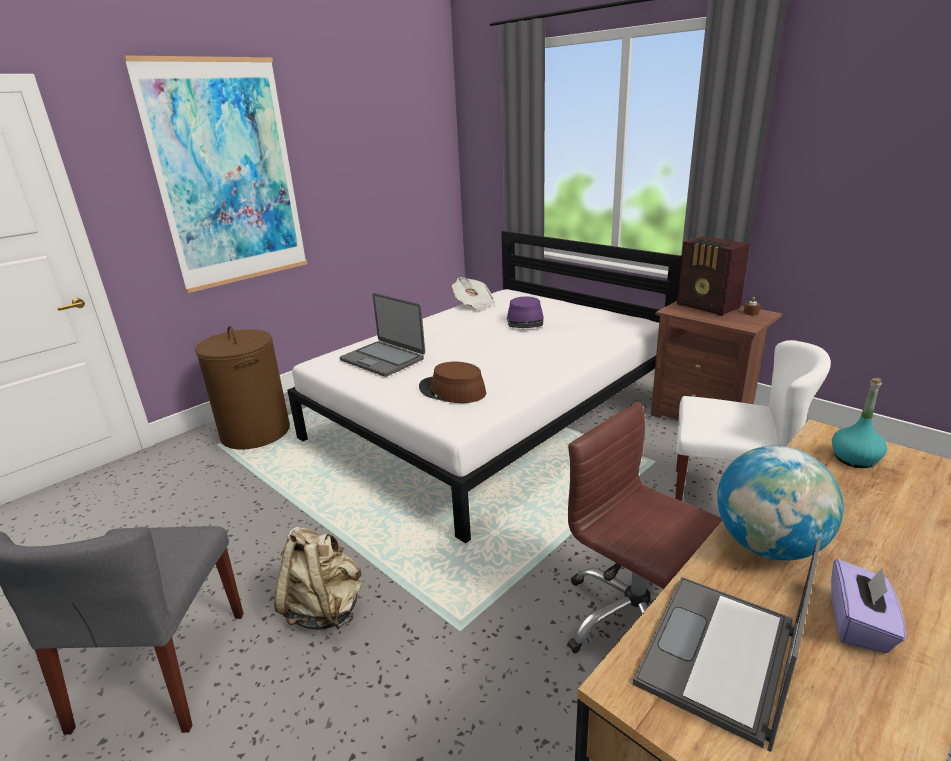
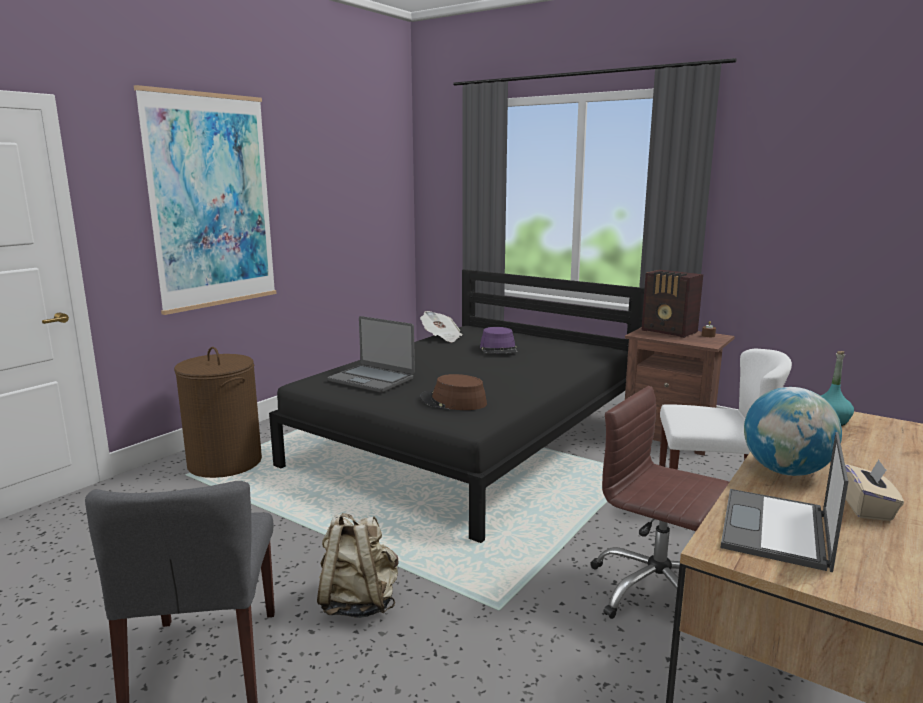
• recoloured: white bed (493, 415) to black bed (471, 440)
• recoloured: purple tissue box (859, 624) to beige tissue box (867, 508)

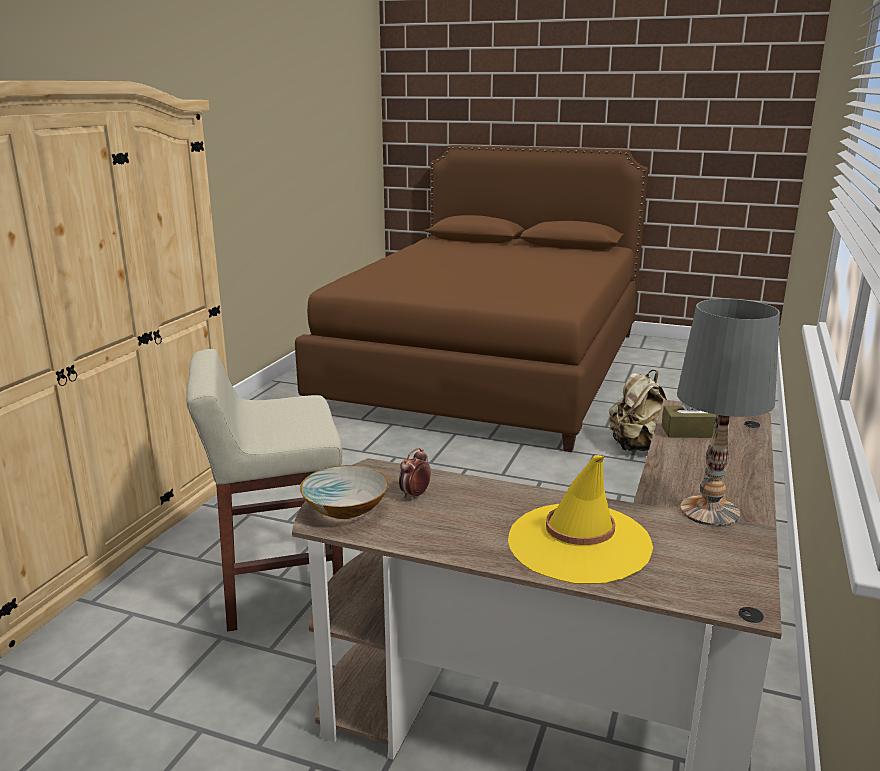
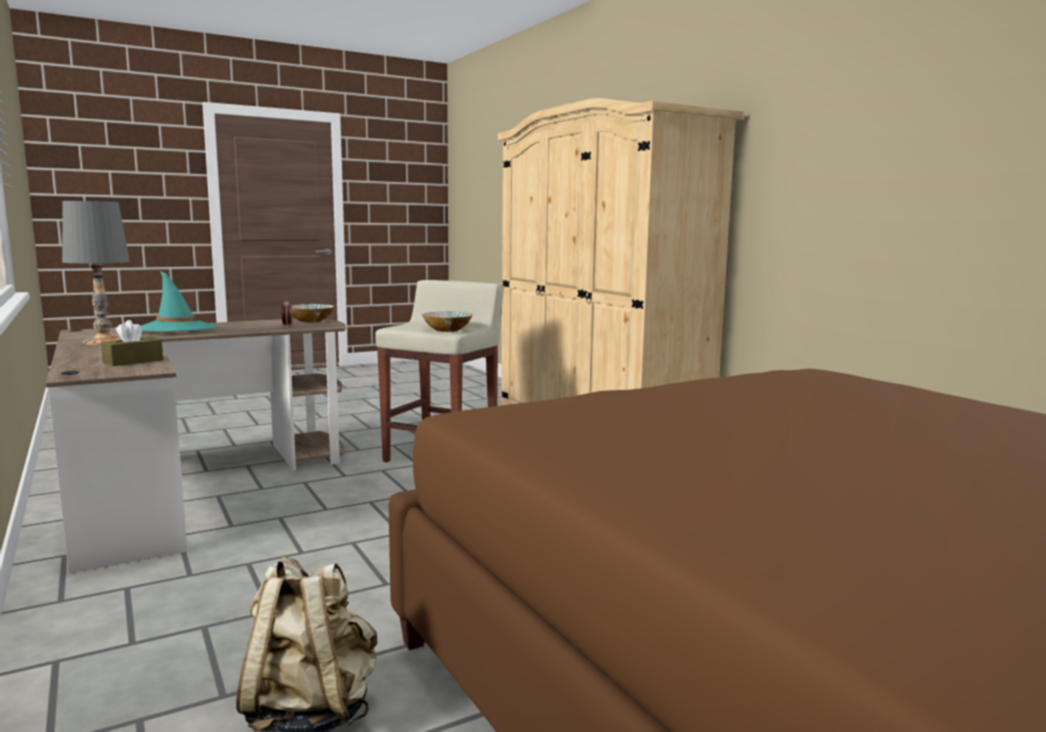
• recoloured: yellow hat (579, 543) to turquoise hat (177, 329)
• added: bowl (447, 330)

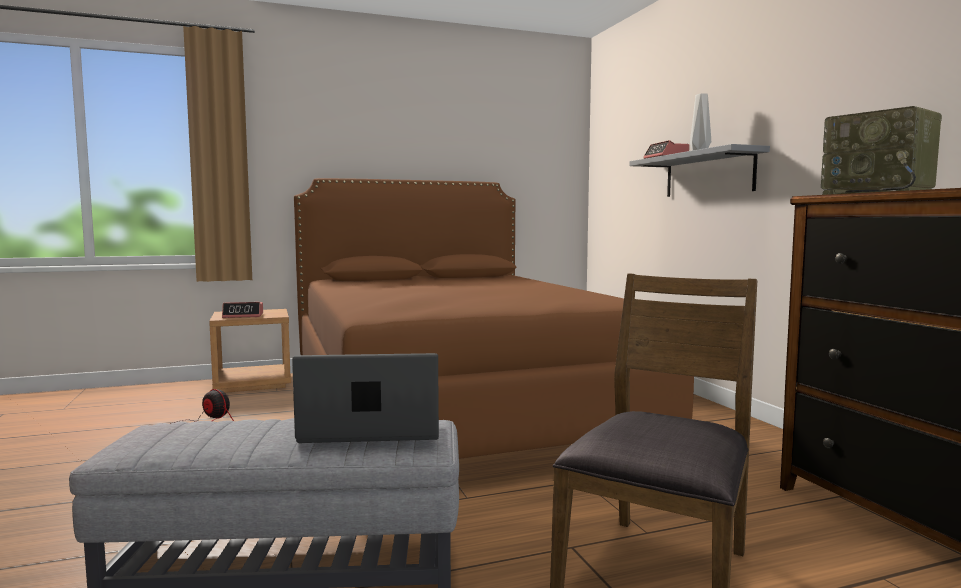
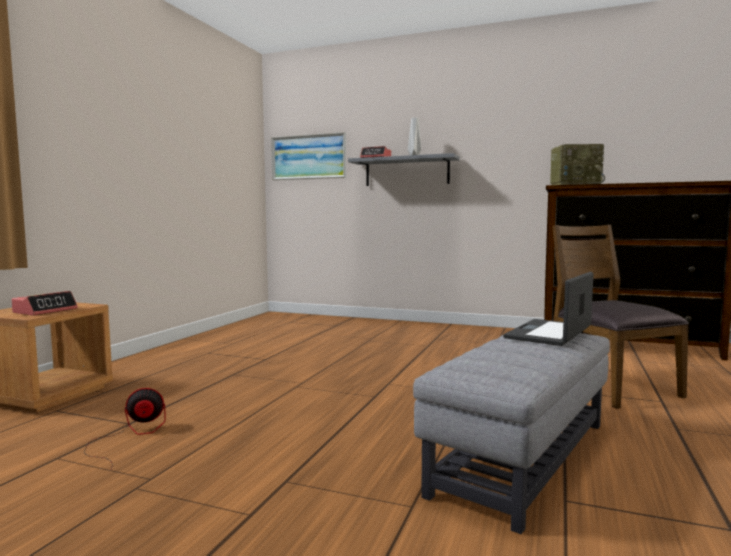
• removed: brown bed (454, 405)
• added: picture (308, 157)

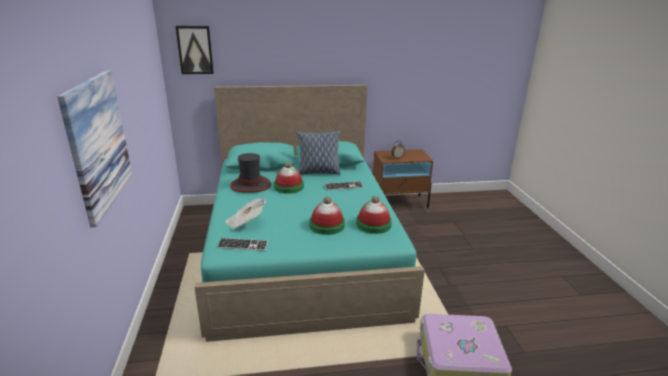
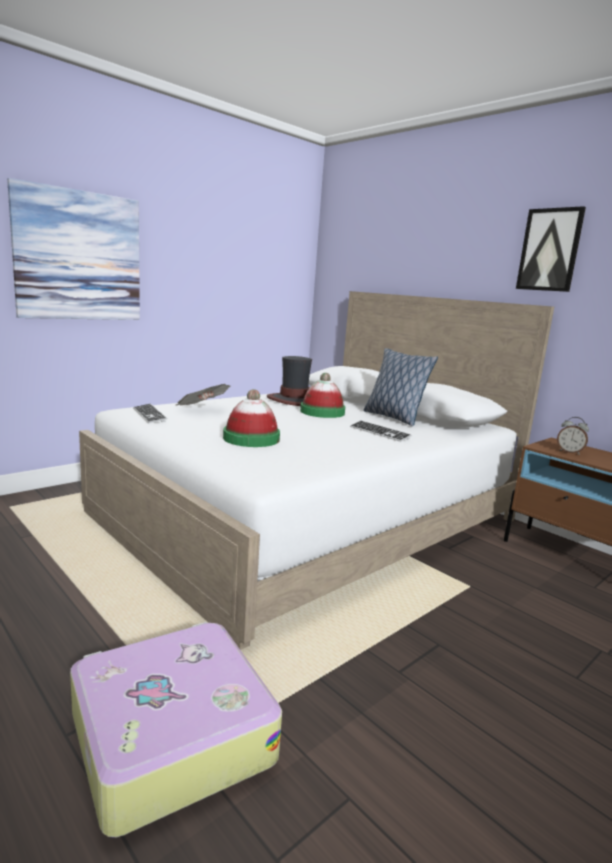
• moved: picture (195, 50) to (550, 250)
• recoloured: turquoise bed (303, 251) to white bed (310, 516)
• removed: hat (373, 224)

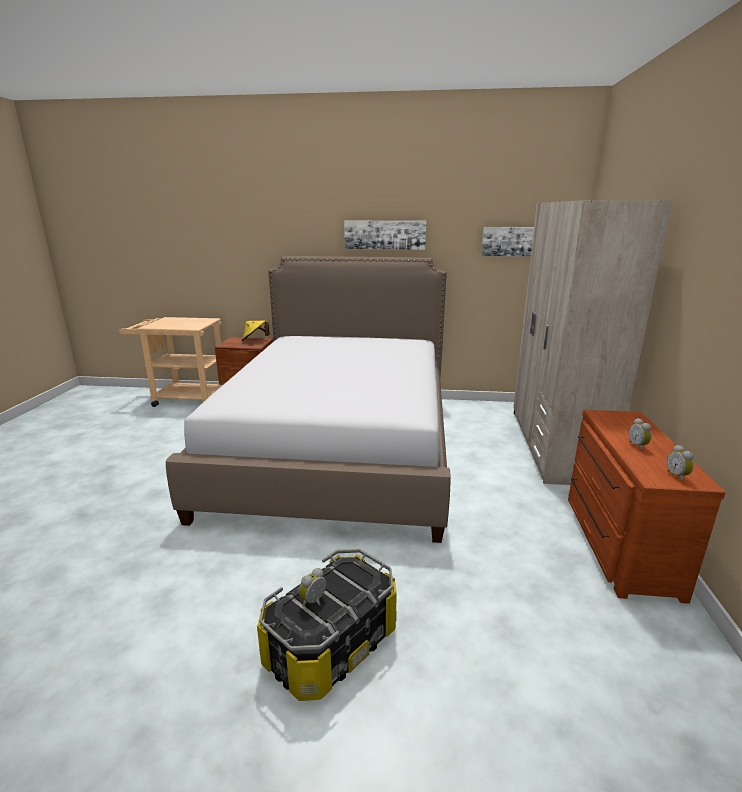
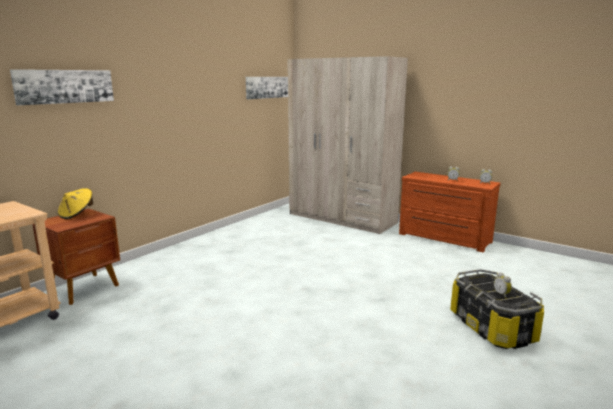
• moved: picture (385, 235) to (65, 86)
• removed: bed (339, 448)

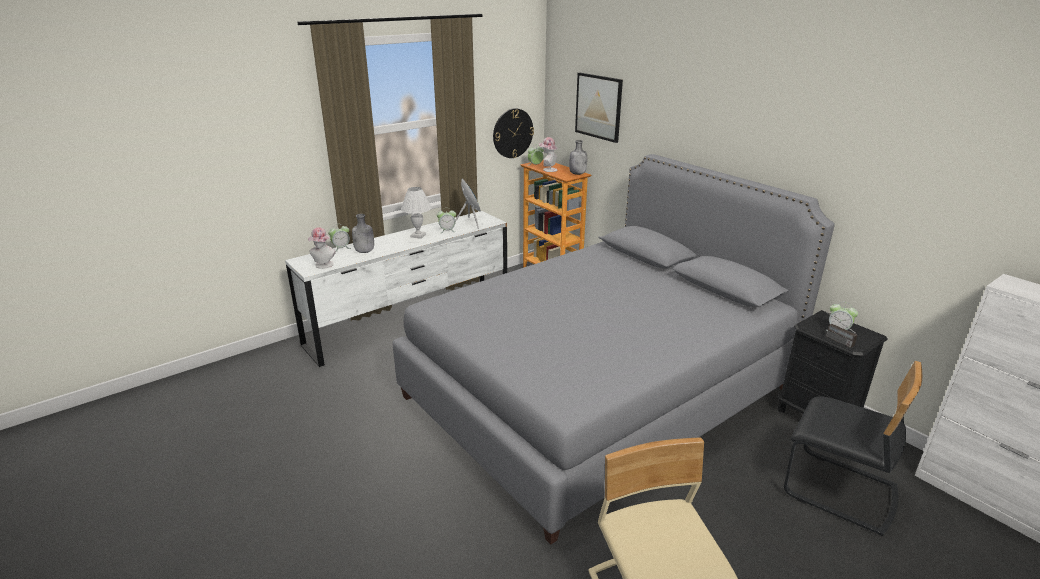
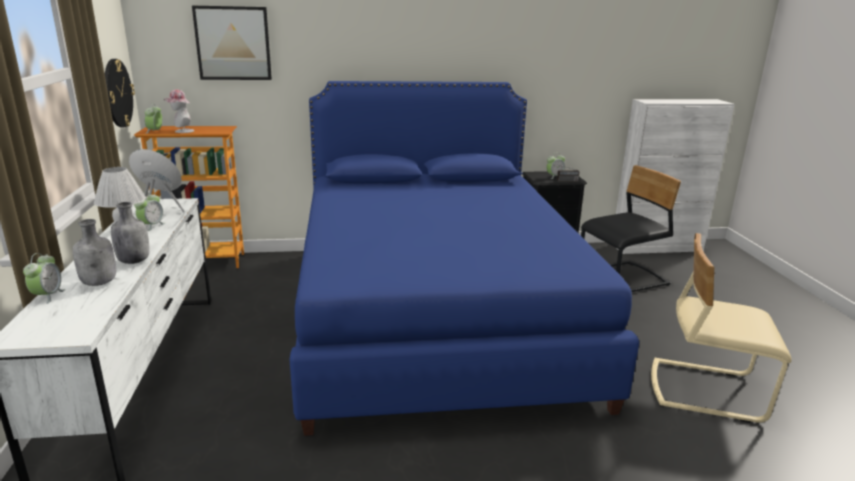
• moved: grey bottle (577, 174) to (134, 261)
• recoloured: grey bed (598, 392) to blue bed (435, 315)
• removed: hat (323, 266)

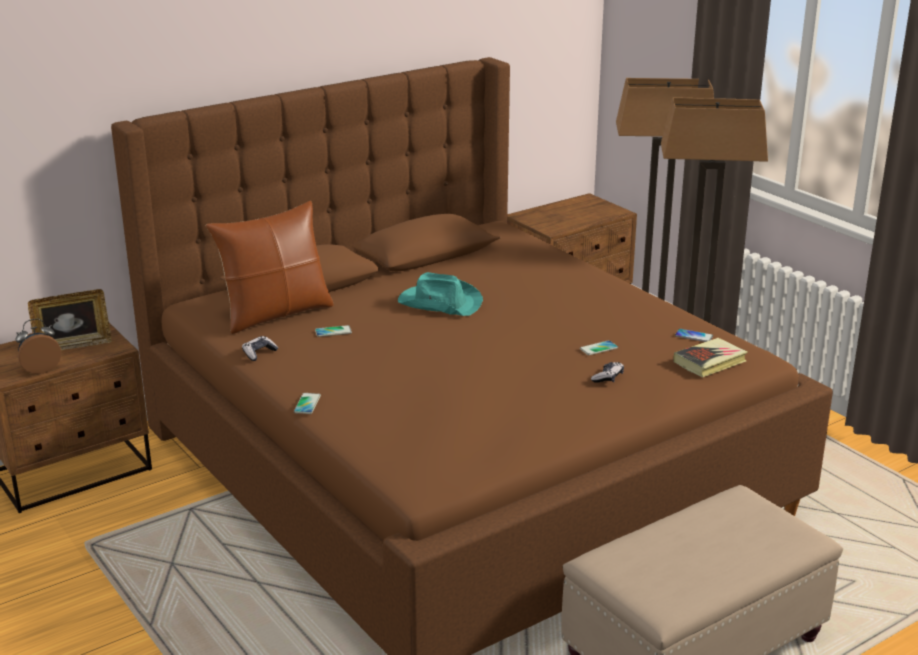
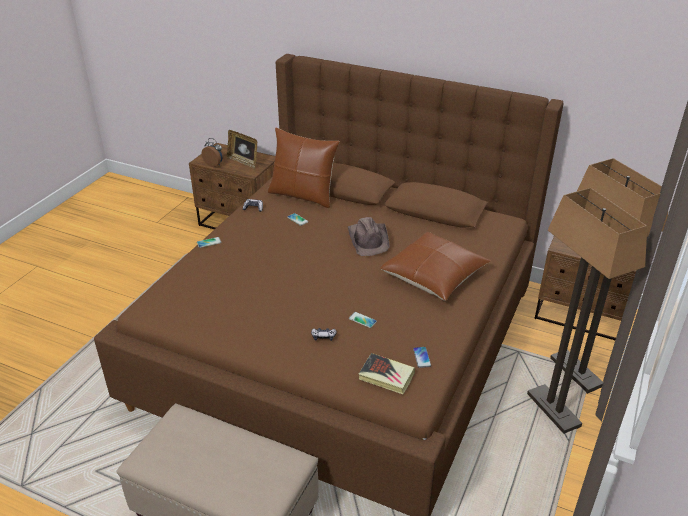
• recoloured: turquoise hat (439, 302) to brown hat (369, 239)
• added: brown pillow (434, 276)

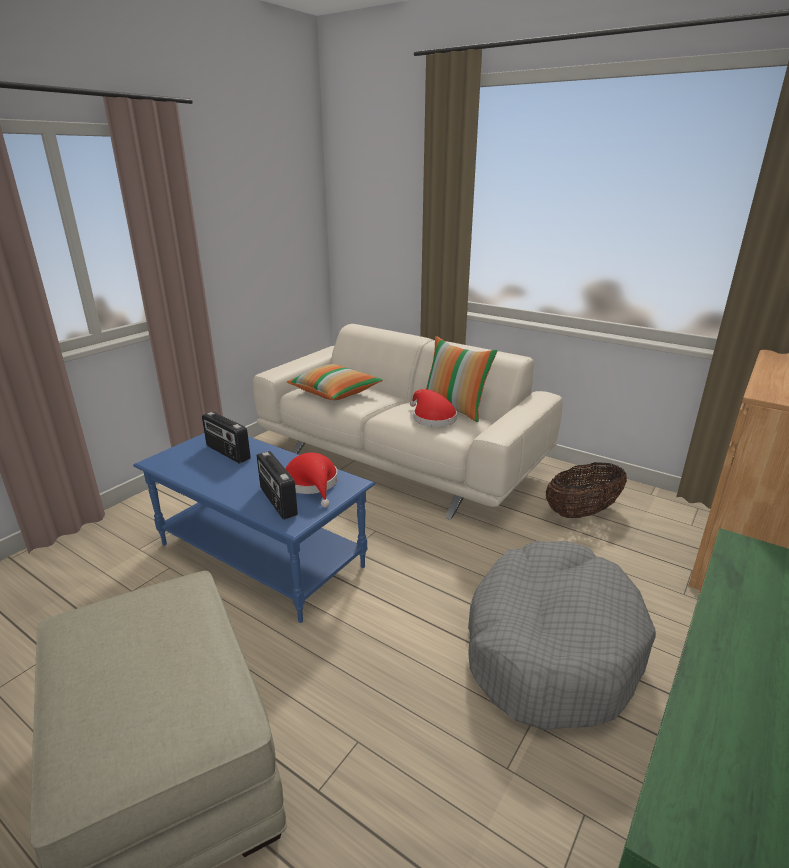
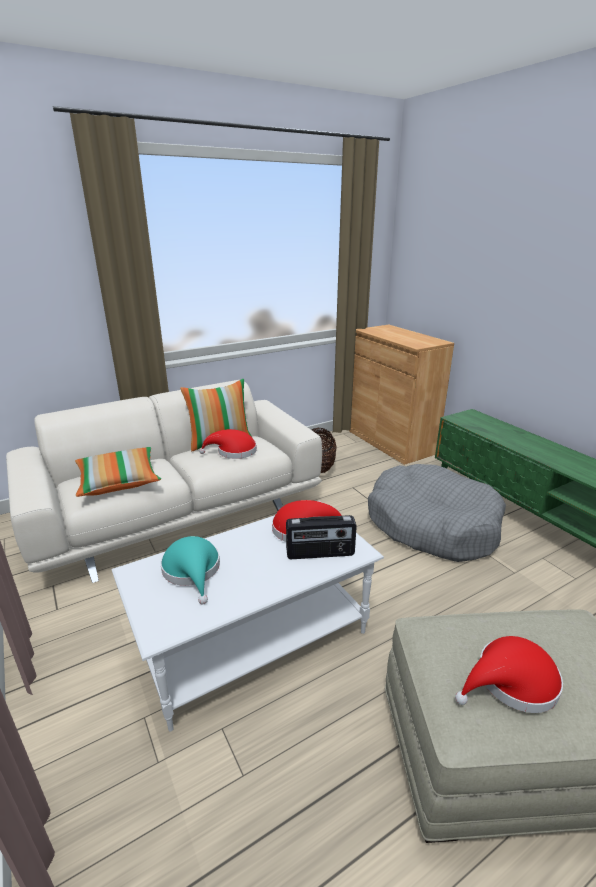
• replaced: radio (227, 453) to turquoise hat (193, 571)
• recoloured: blue coffee table (262, 555) to white coffee table (255, 639)
• added: red hat (511, 682)

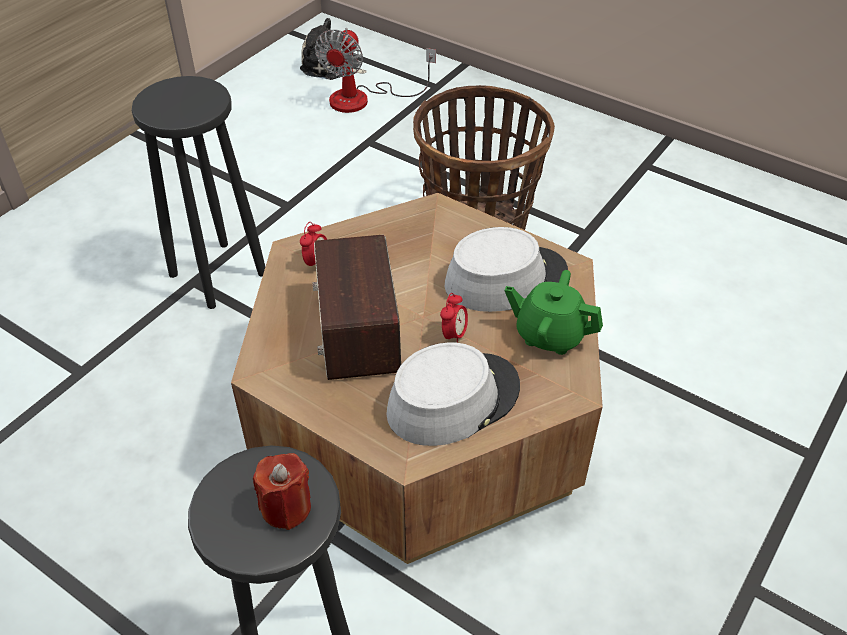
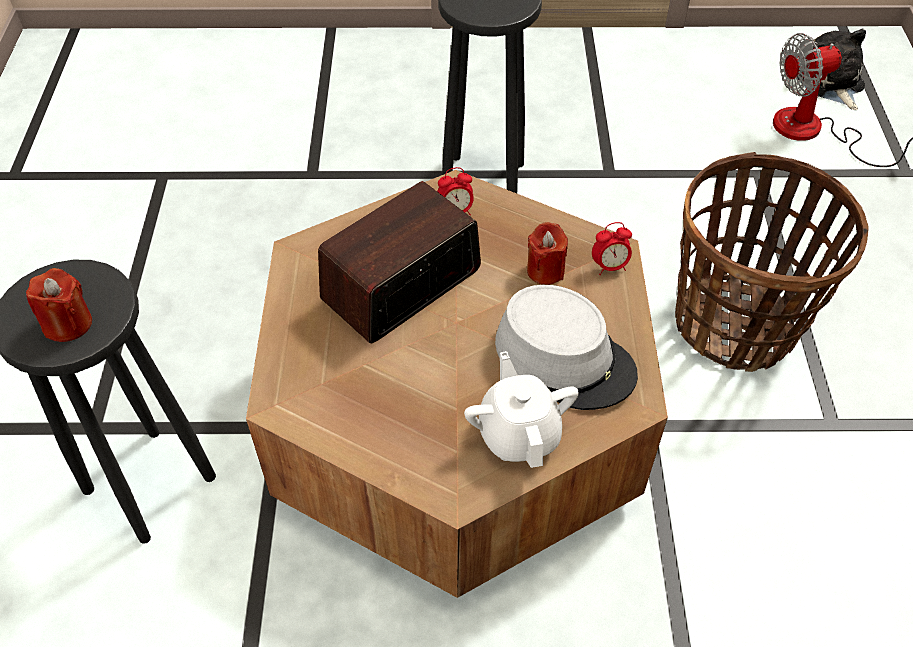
• recoloured: green teapot (549, 334) to white teapot (519, 434)
• moved: alarm clock (453, 335) to (609, 267)
• removed: grey hat (453, 399)
• added: red candle (545, 270)

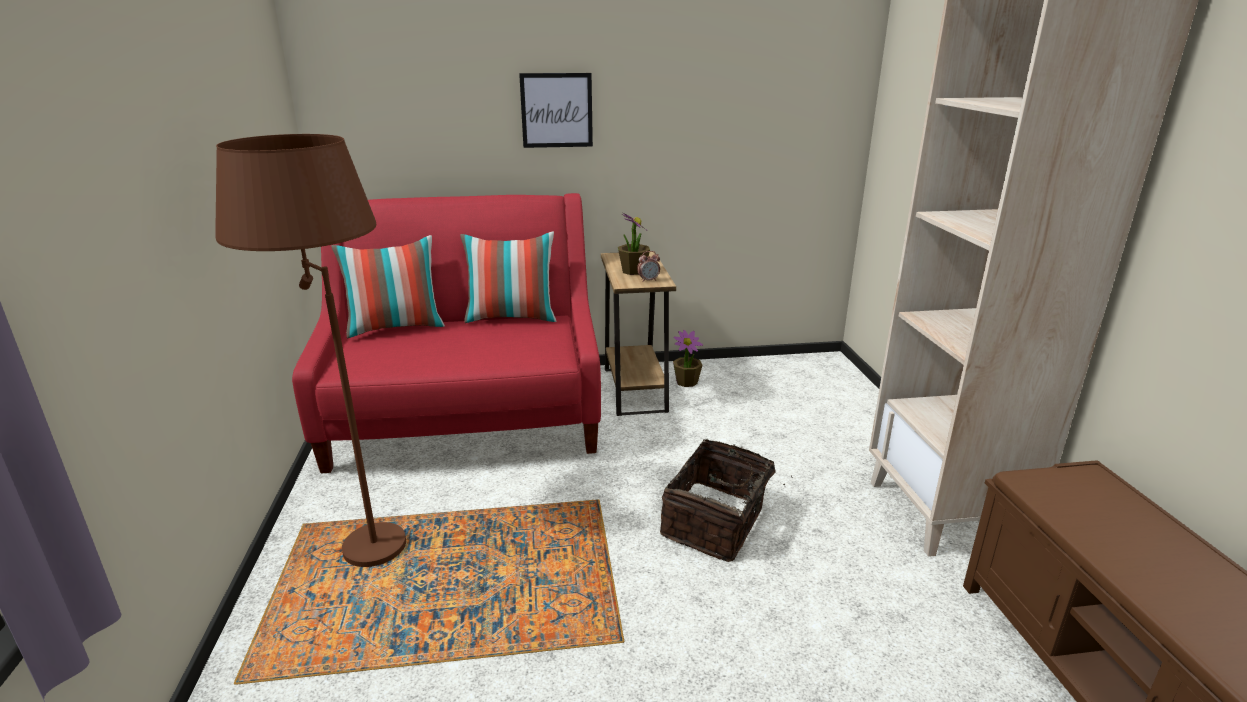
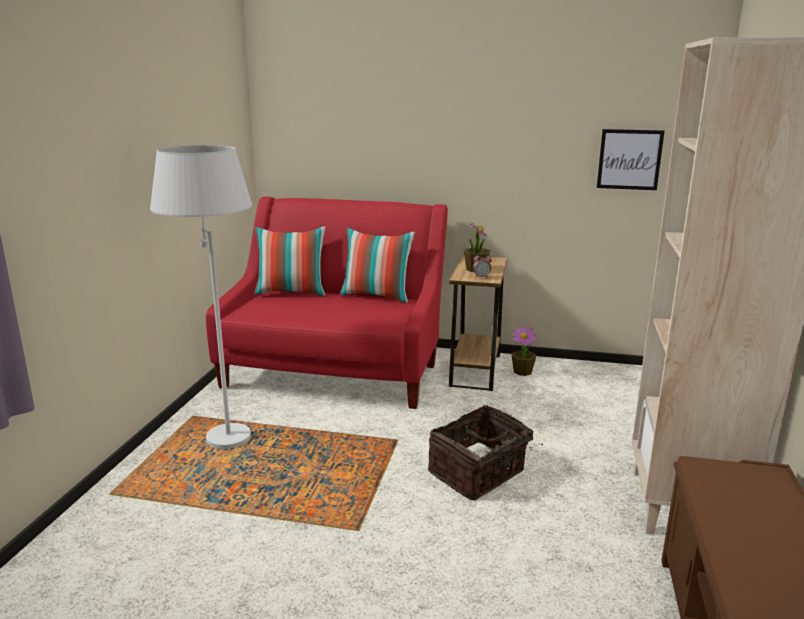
• moved: picture (556, 110) to (629, 159)
• recoloured: brown floor lamp (357, 533) to white floor lamp (222, 427)

